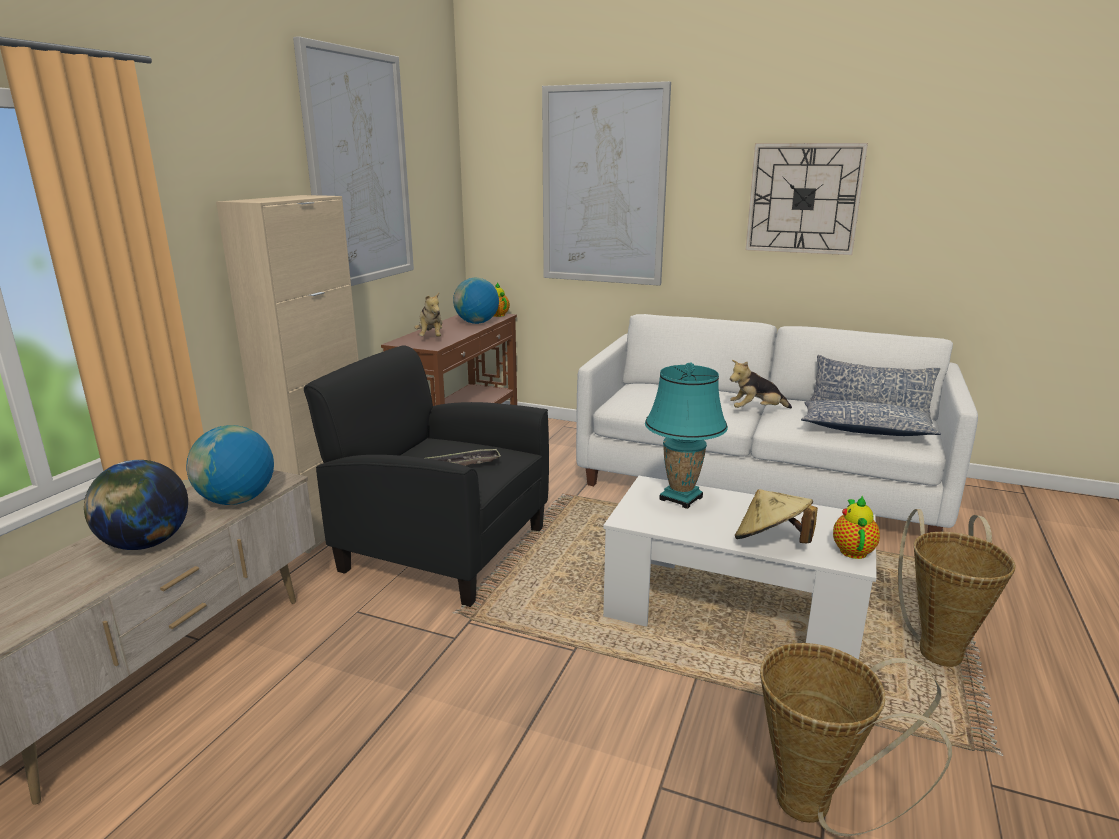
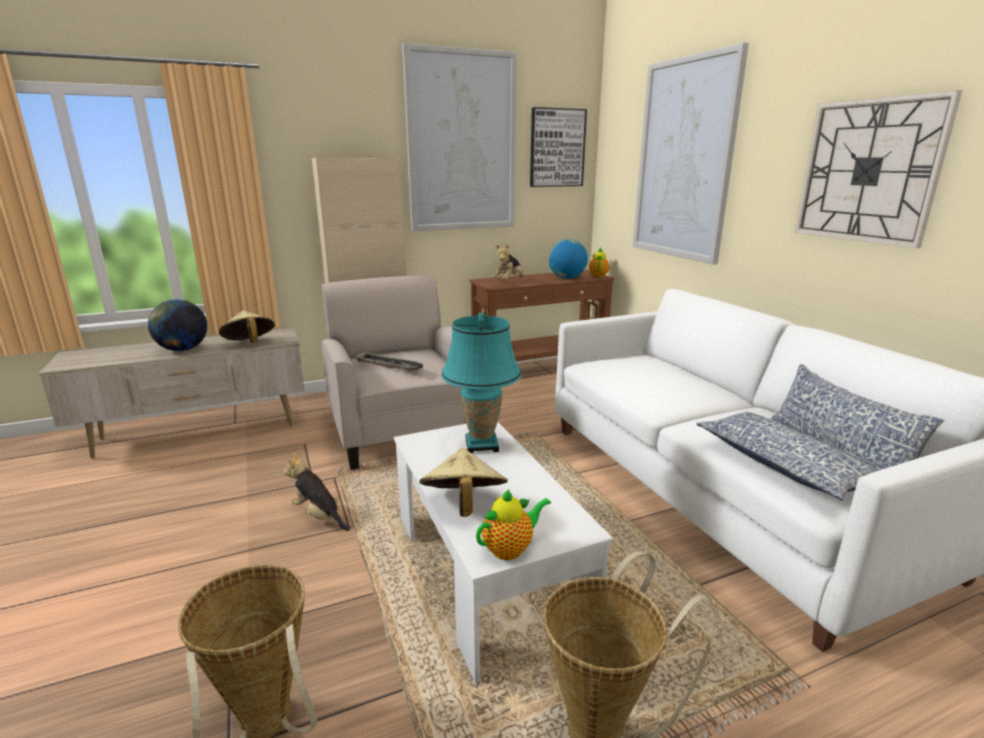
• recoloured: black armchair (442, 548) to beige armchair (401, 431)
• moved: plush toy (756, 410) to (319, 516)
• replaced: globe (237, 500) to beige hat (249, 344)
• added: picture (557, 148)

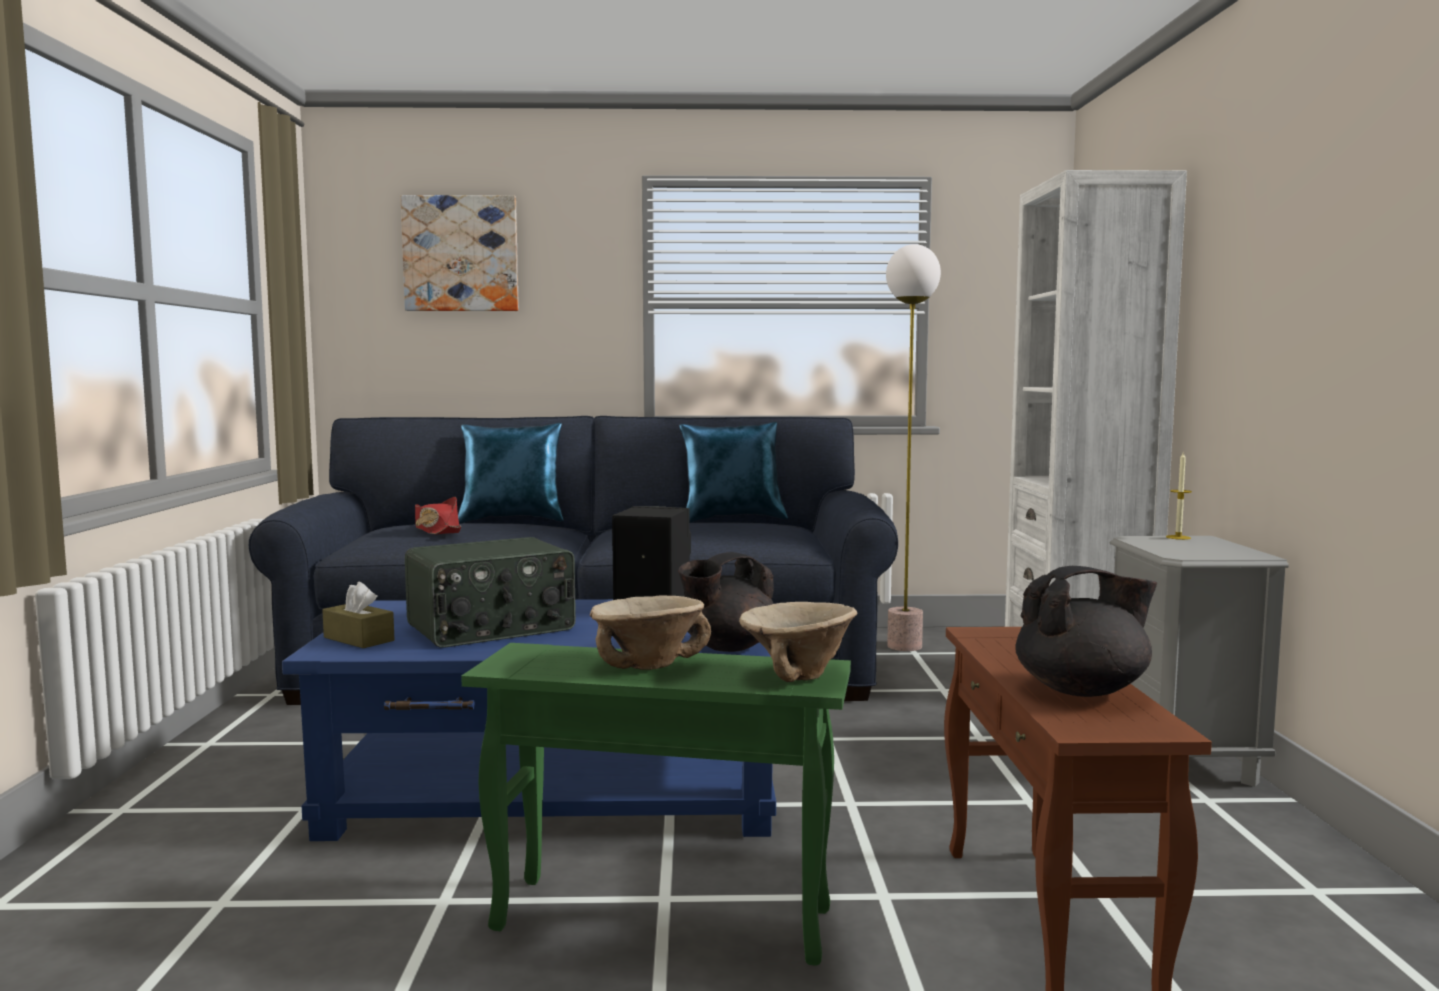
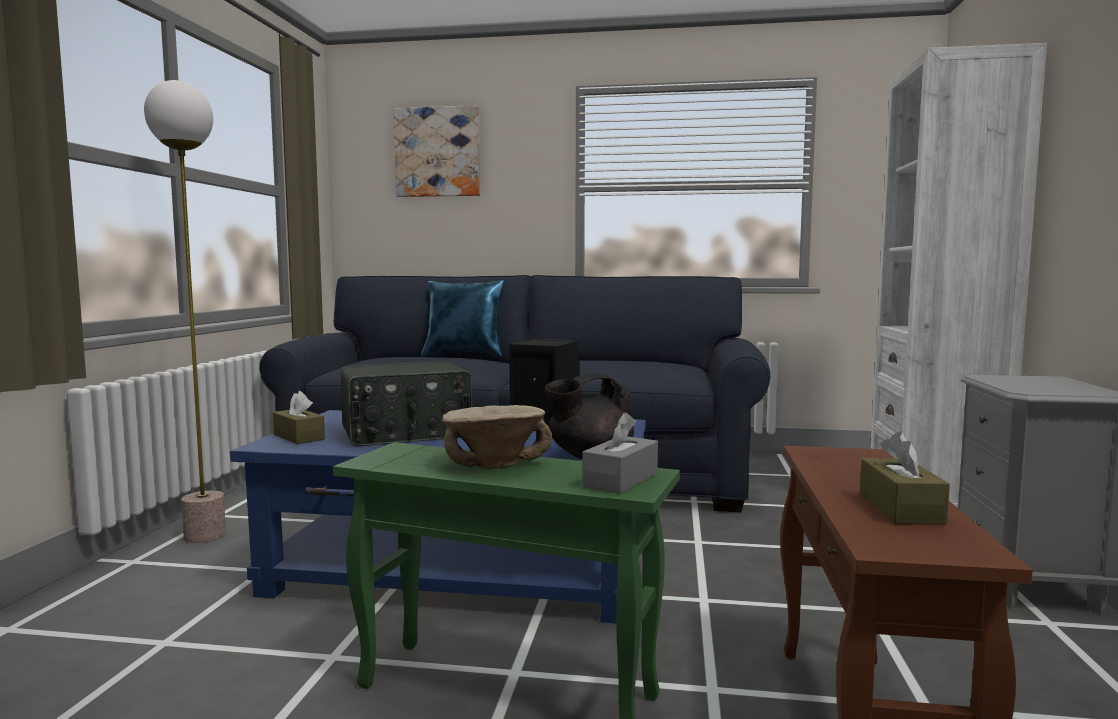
• moved: floor lamp (905, 646) to (205, 535)
• removed: blue pillow (733, 520)
• removed: candle (1178, 537)
• removed: red hat (437, 530)
• replaced: black teapot (1083, 690) to brown tissue box (900, 508)
• replaced: beige bowl (795, 675) to grey tissue box (620, 480)

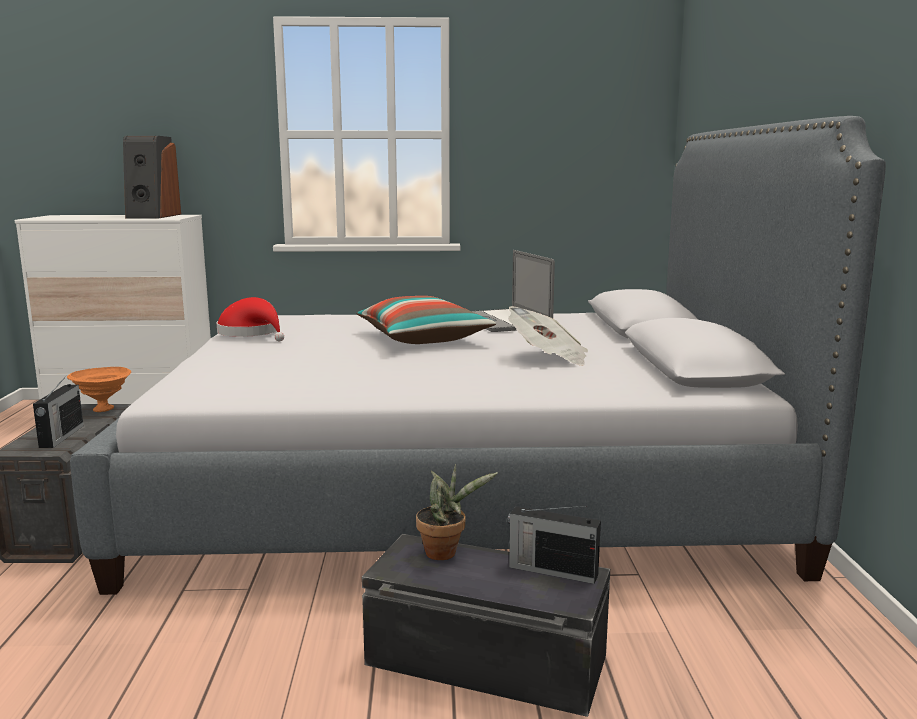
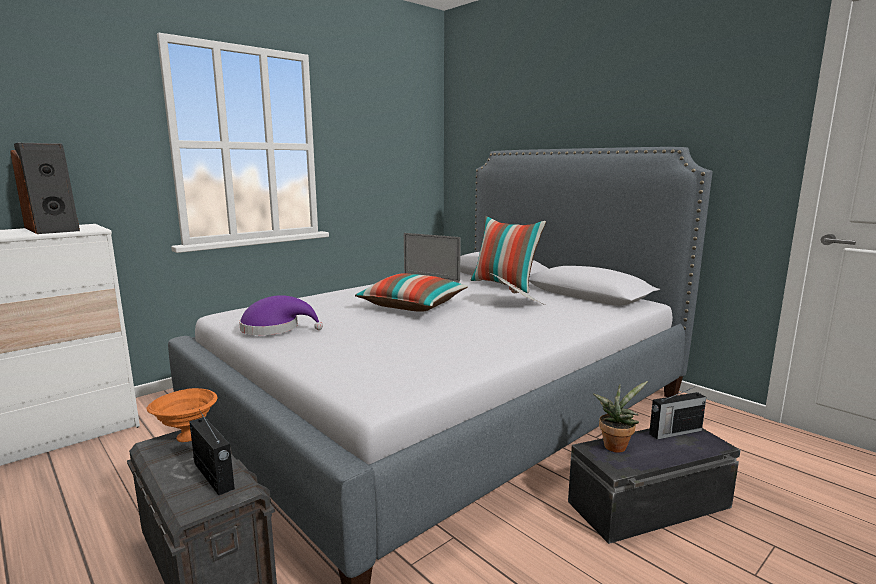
• recoloured: red hat (252, 333) to purple hat (275, 328)
• added: pillow (505, 285)

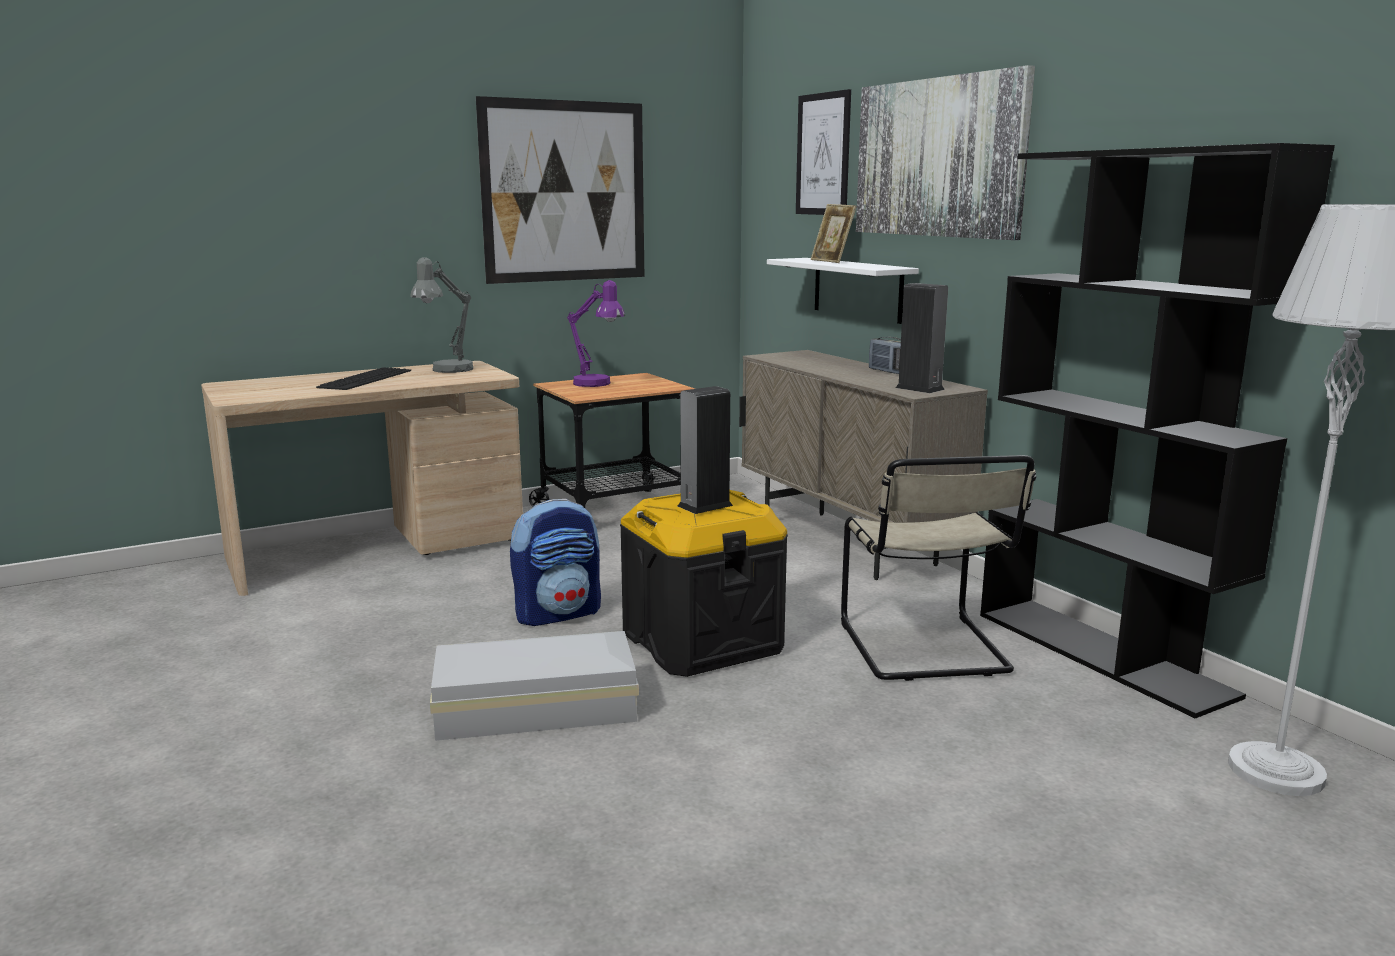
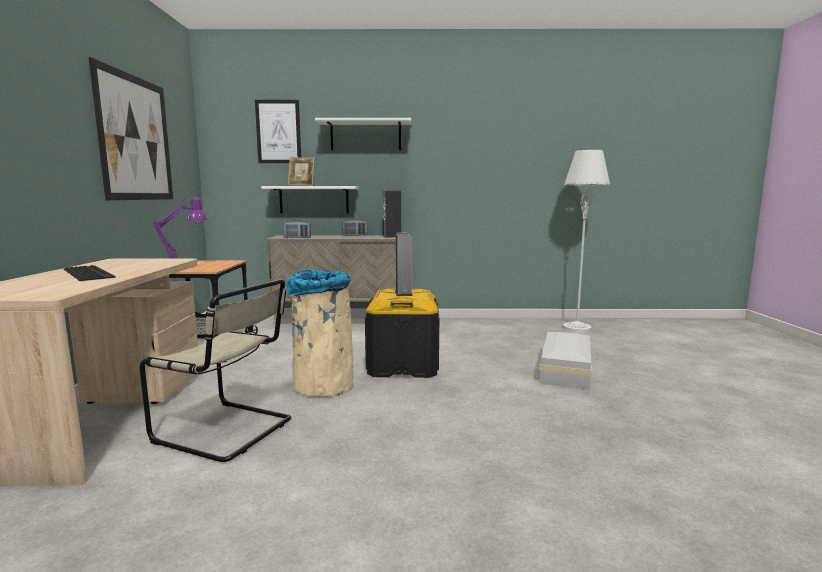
• replaced: picture (938, 158) to white shelf (365, 136)
• removed: black bookcase (1103, 653)
• removed: grey table lamp (446, 370)
• moved: beige chair (926, 650) to (228, 431)
• replaced: backpack (558, 614) to beige trash can (323, 385)
• moved: white storage box (539, 708) to (566, 369)
• added: radio (297, 238)

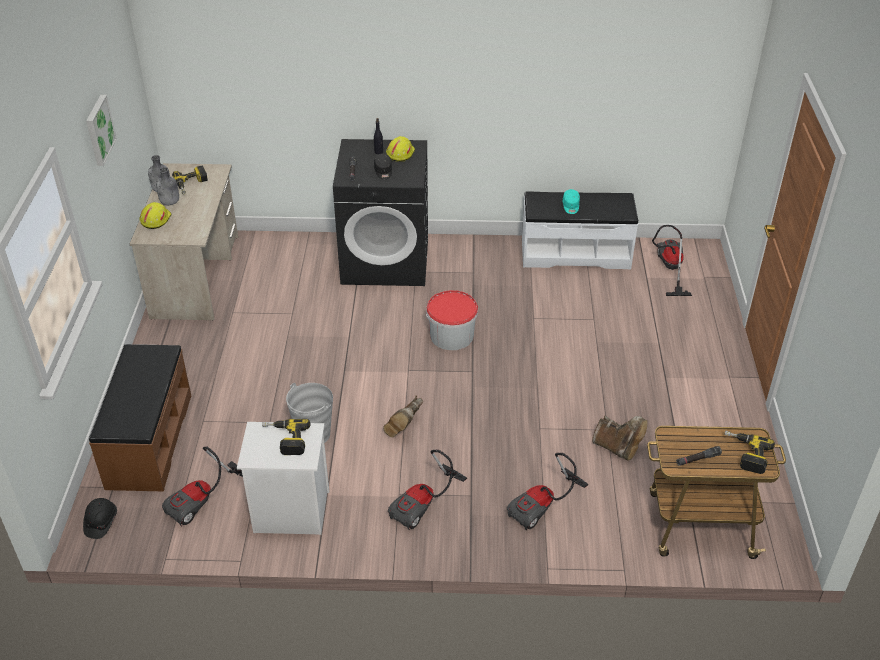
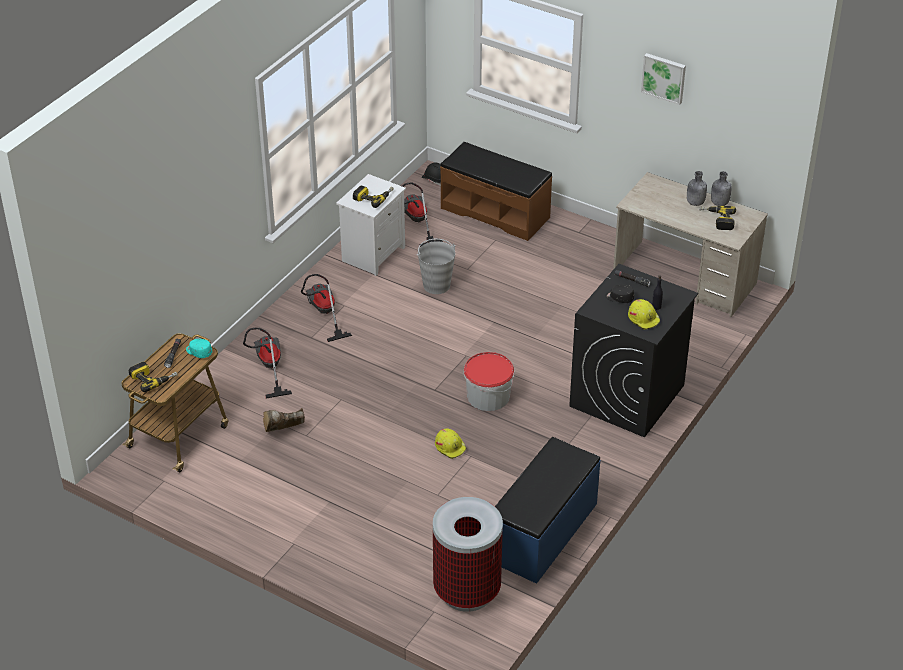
• moved: turquoise cap (571, 206) to (199, 352)
• recoloured: white bench (575, 253) to blue bench (544, 532)
• moved: yellow hard hat (155, 219) to (450, 447)
• replaced: vacuum cleaner (668, 269) to trash can (467, 591)
• removed: brown boot (404, 428)

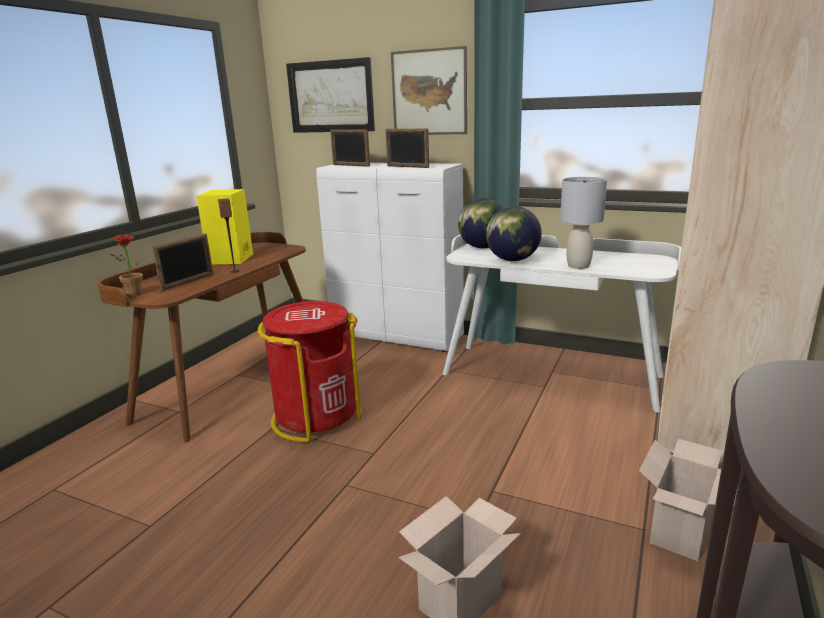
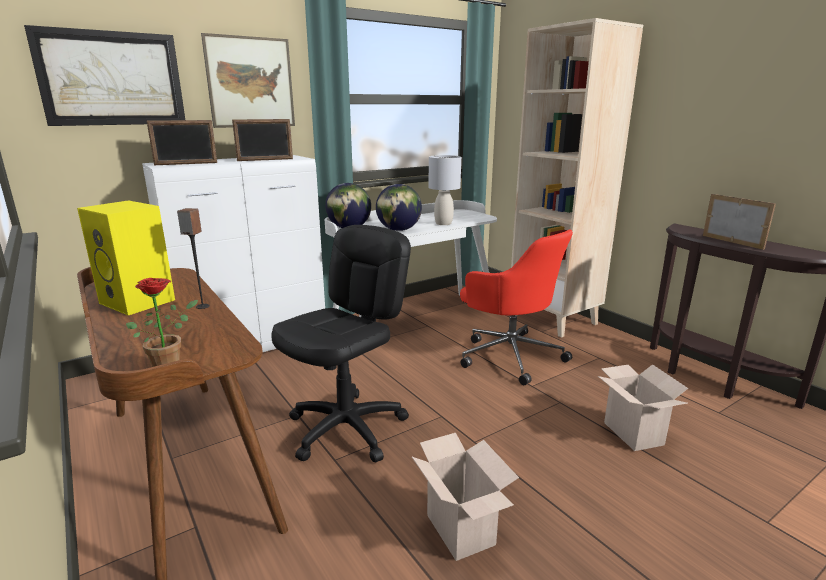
• moved: picture frame (188, 282) to (732, 242)
• replaced: red trash can (316, 417) to black office chair (347, 428)
• moved: cardboard box (681, 535) to (463, 530)
• added: red office chair (509, 355)

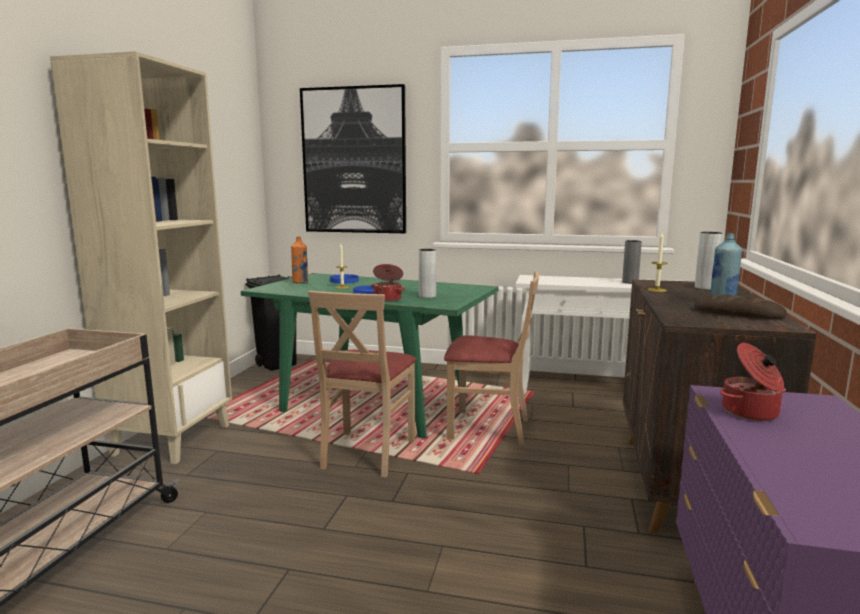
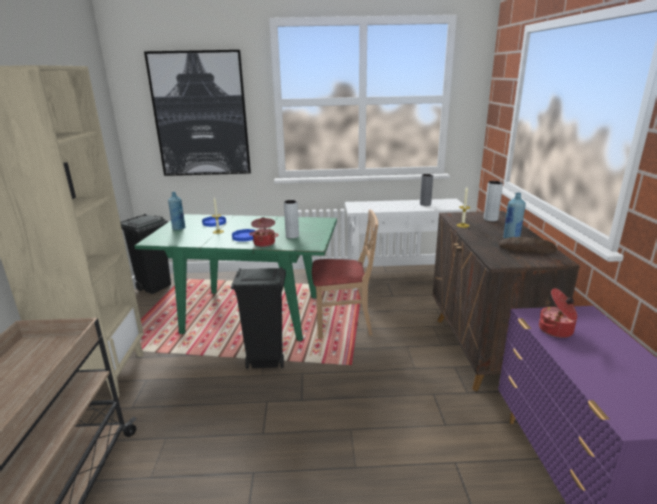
• recoloured: orange bottle (300, 282) to blue bottle (179, 228)
• replaced: beige chair (367, 453) to black trash can (265, 361)

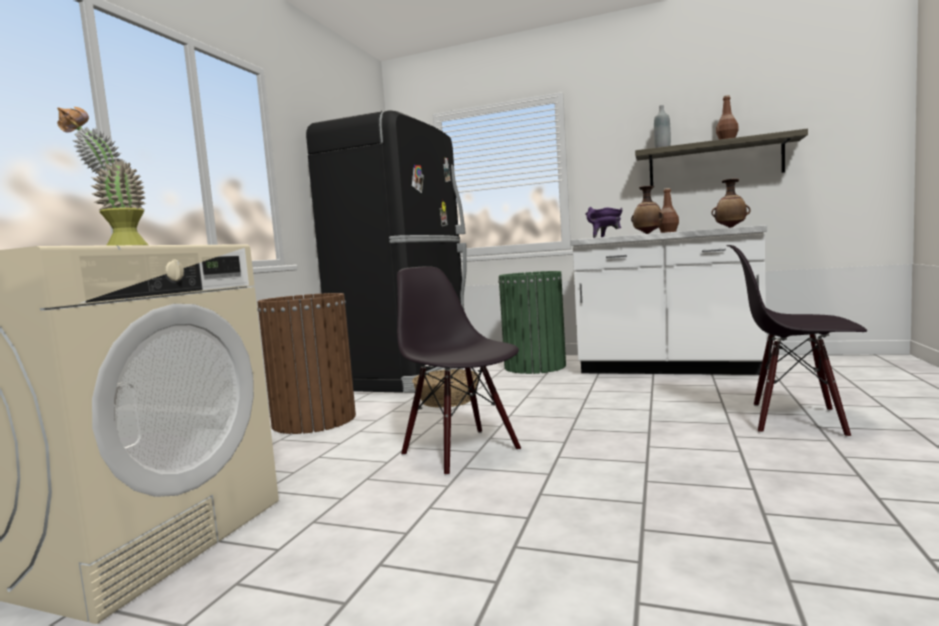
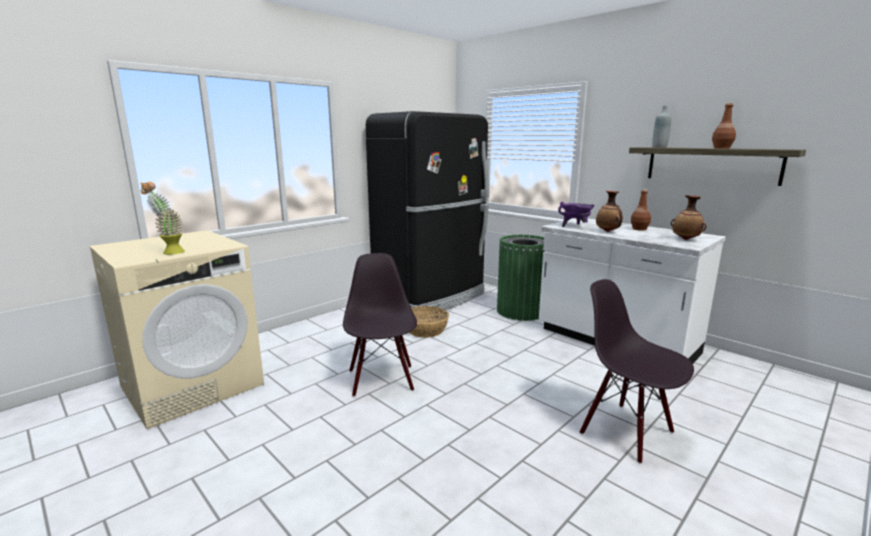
• removed: brown trash can (314, 420)

